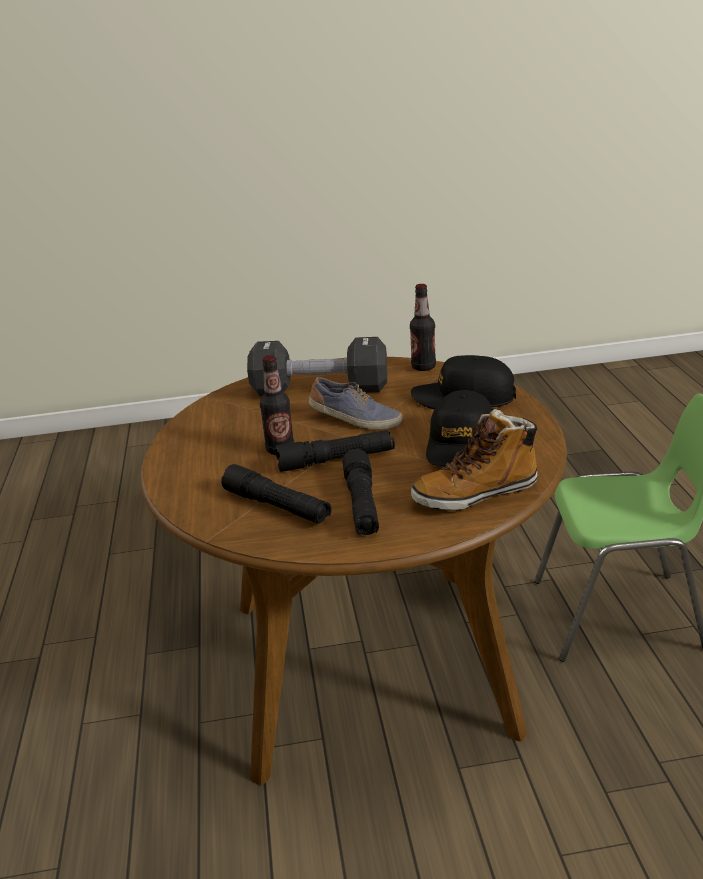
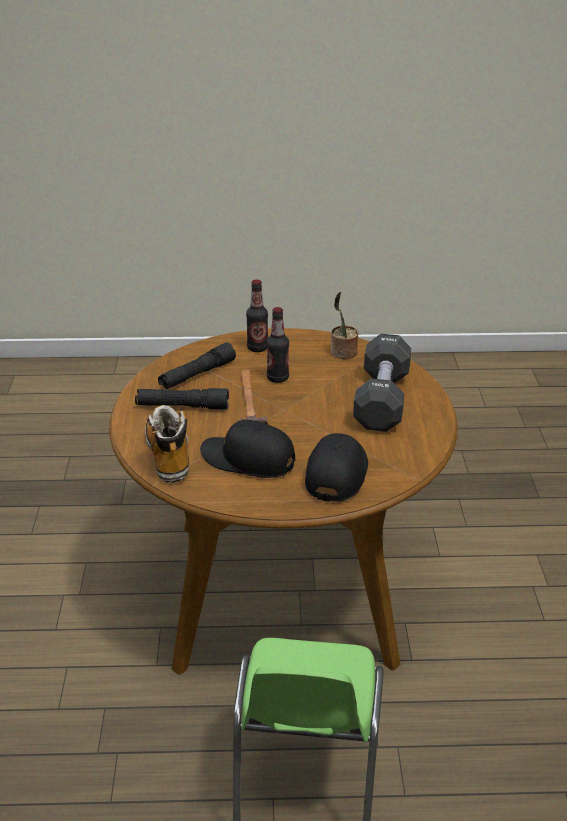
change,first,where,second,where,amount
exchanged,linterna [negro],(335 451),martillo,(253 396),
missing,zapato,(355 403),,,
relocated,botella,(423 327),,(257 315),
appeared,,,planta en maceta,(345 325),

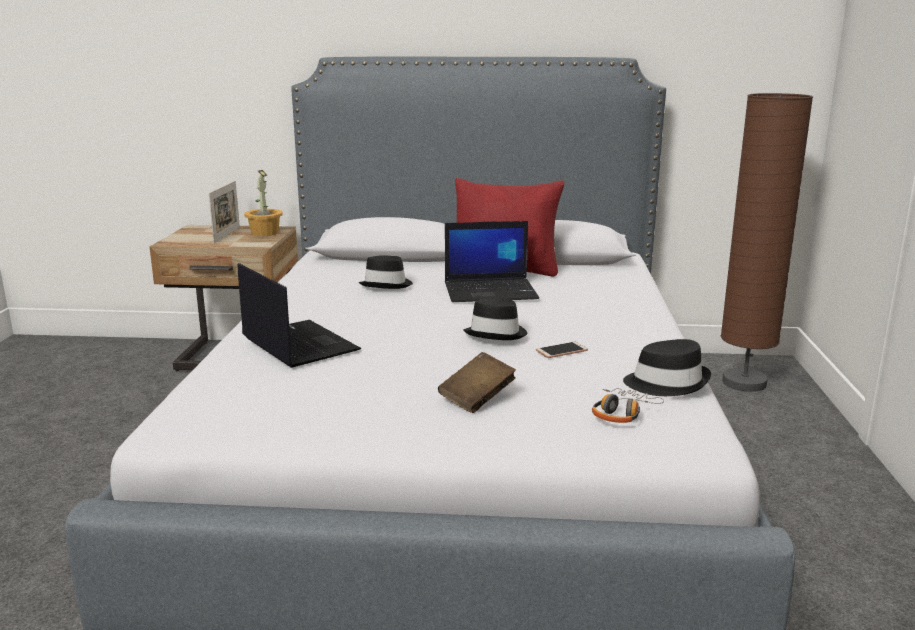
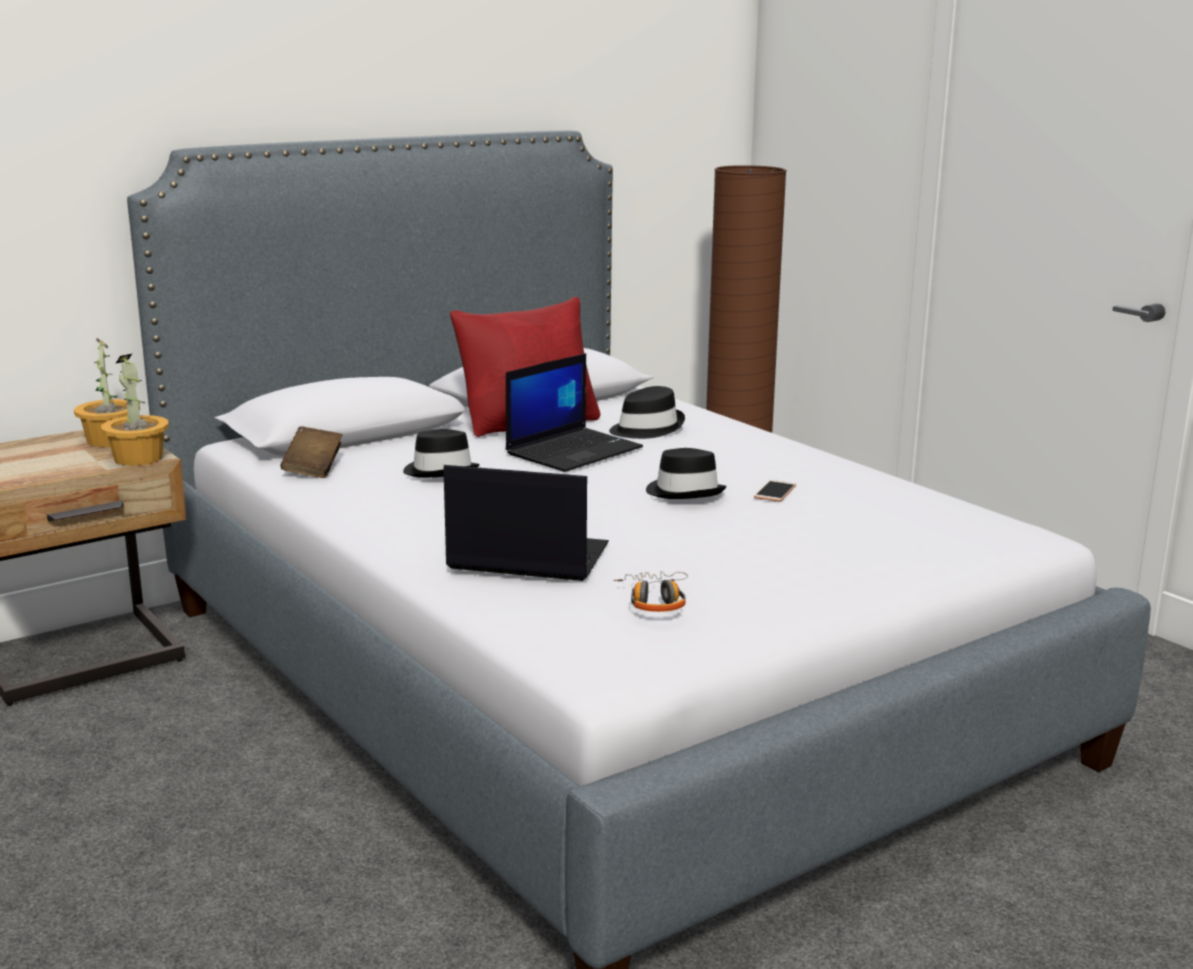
change,first,where,second,where,amount
missing,portarretratos,(224 212),,,
relocated,libro [marrón],(477 382),,(311 452),
relocated,auriculares,(628 405),,(650 591),
relocated,sombrero [negro],(667 367),,(647 412),
appeared,,,planta en maceta,(135 410),

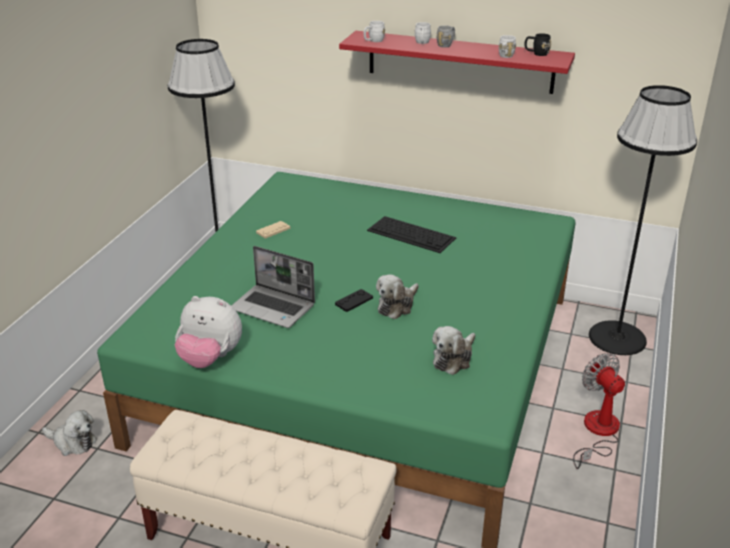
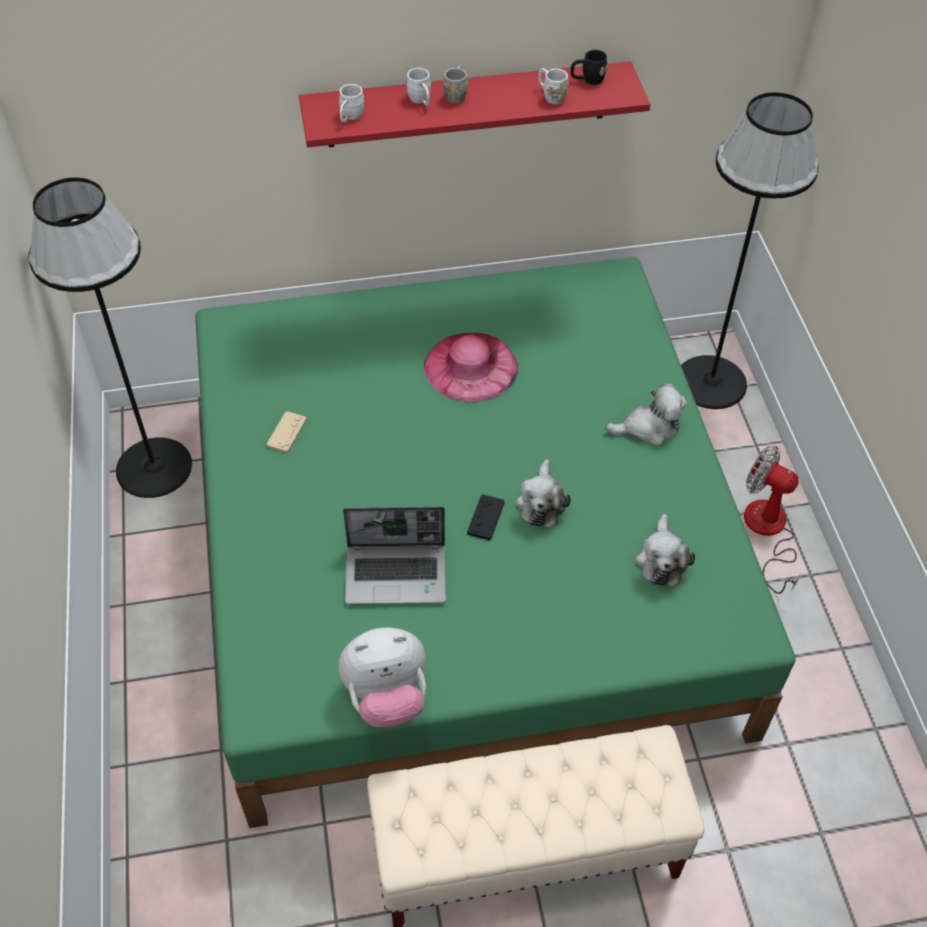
change,first,where,second,where,amount
relocated,peluche,(69 433),,(647 414),
exchanged,teclado,(412 234),sombrero [rosa],(471 368),

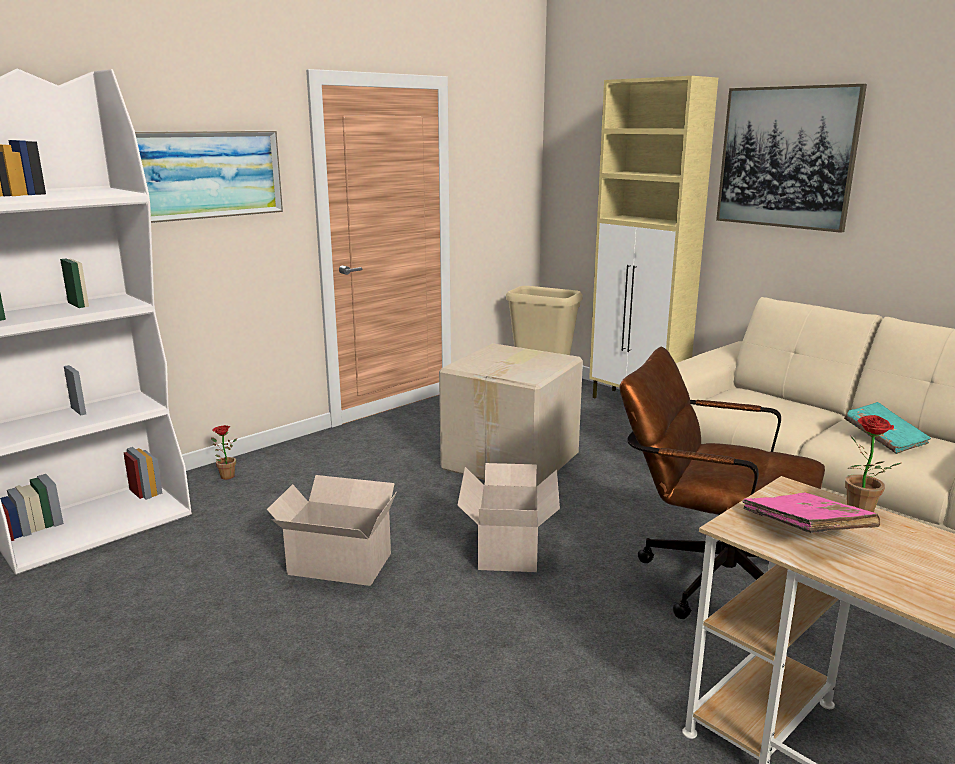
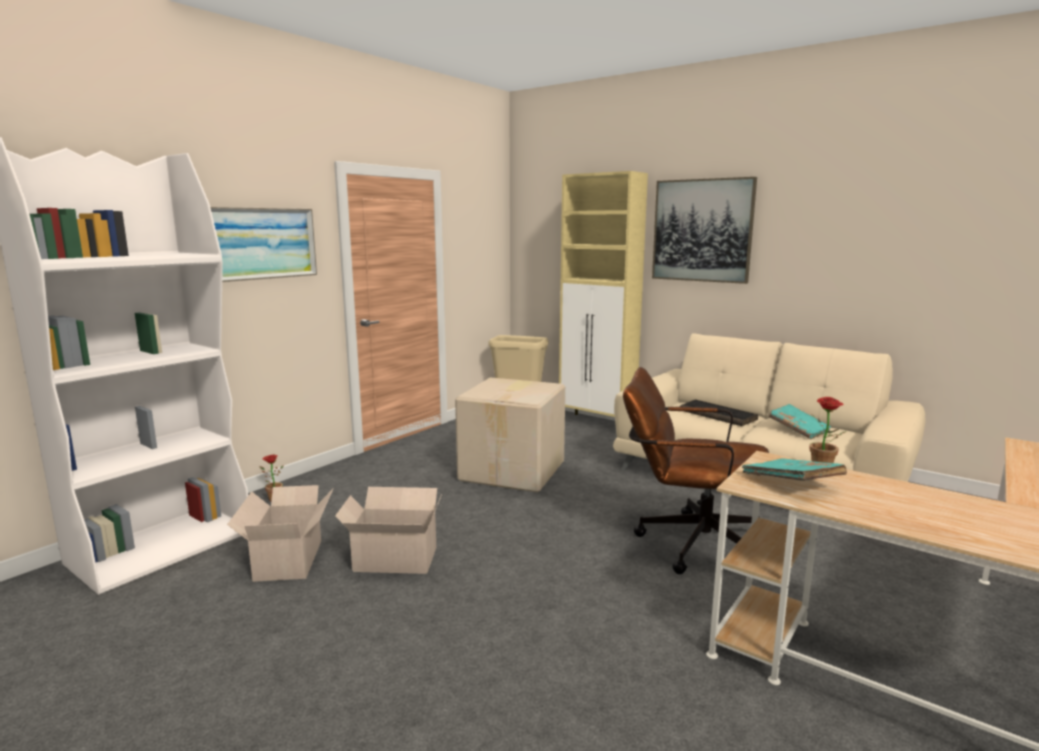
change,first,where,second,where,amount
relocated,caja de cartón,(509 517),,(280 533),
colour,libro [rosa],(811 513),libro [turquesa],(794 469),
appeared,,,teclado,(719 412),

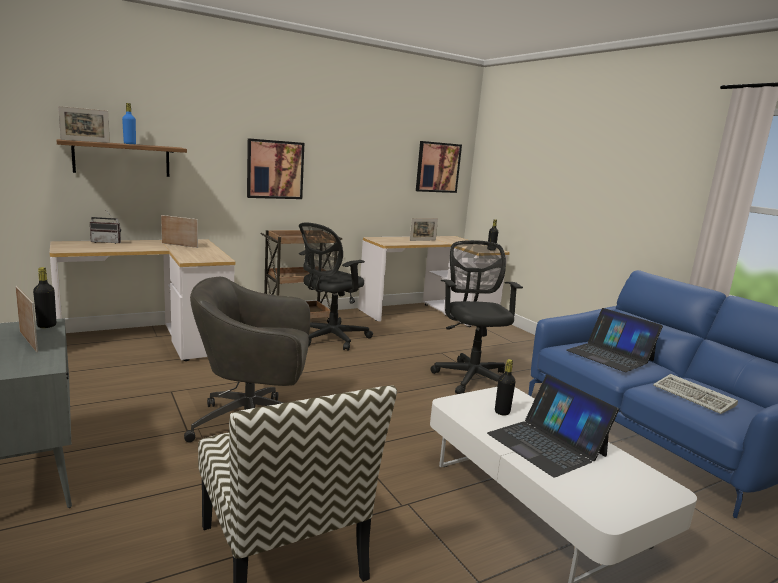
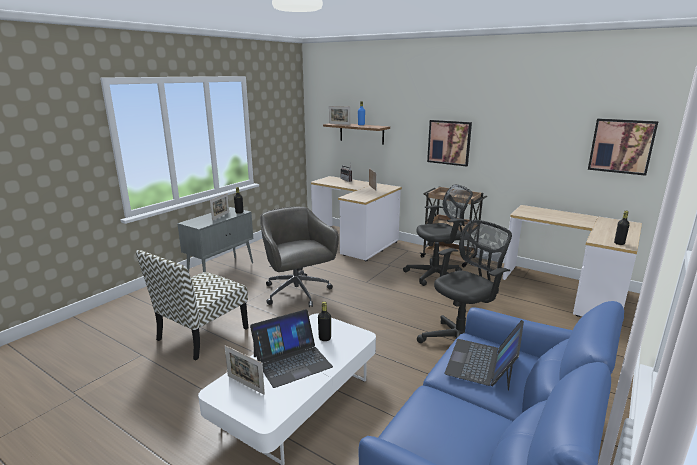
change,first,where,second,where,amount
spun,silla de oficina [negro],(336 286),,(438 235),150 degrees clockwise
relocated,portarretratos,(424 229),,(245 370),
spun,portátil,(553 426),,(291 348),150 degrees counterclockwise
missing,teclado,(695 394),,,

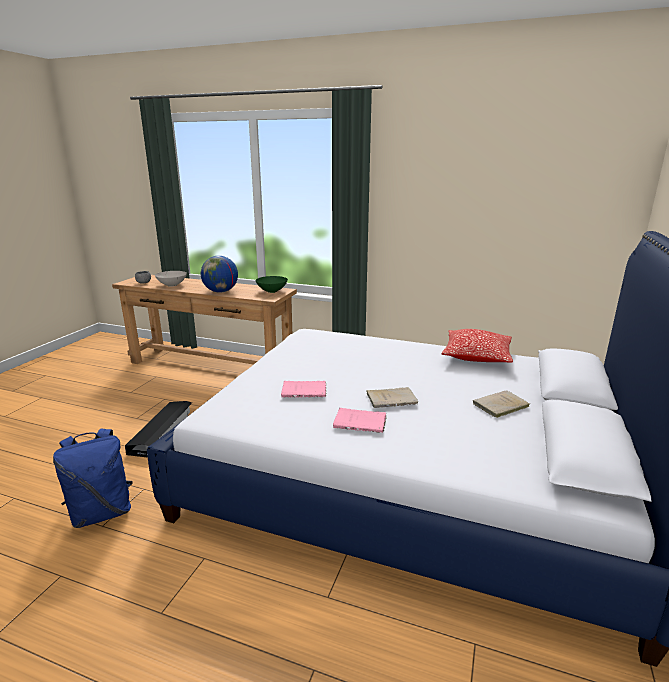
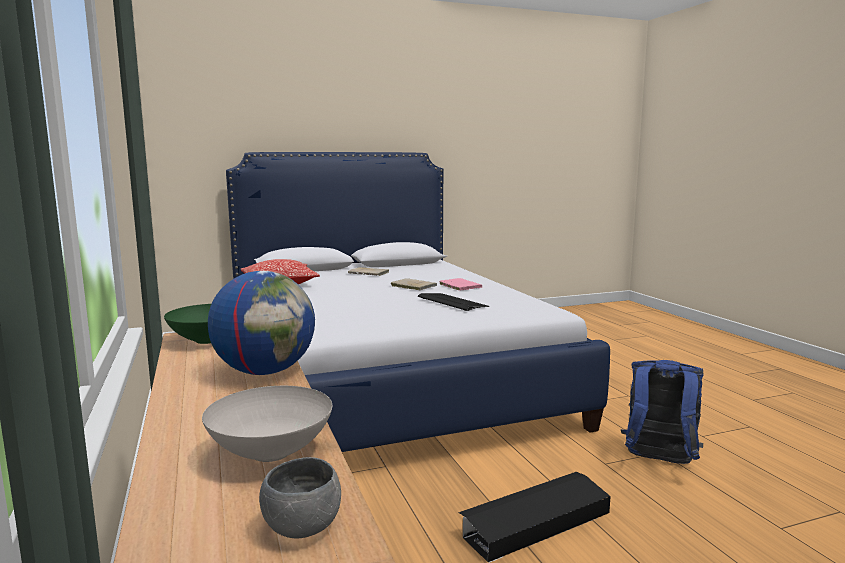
change,first,where,second,where,amount
exchanged,libro [rosa],(303 389),teclado,(453 302),

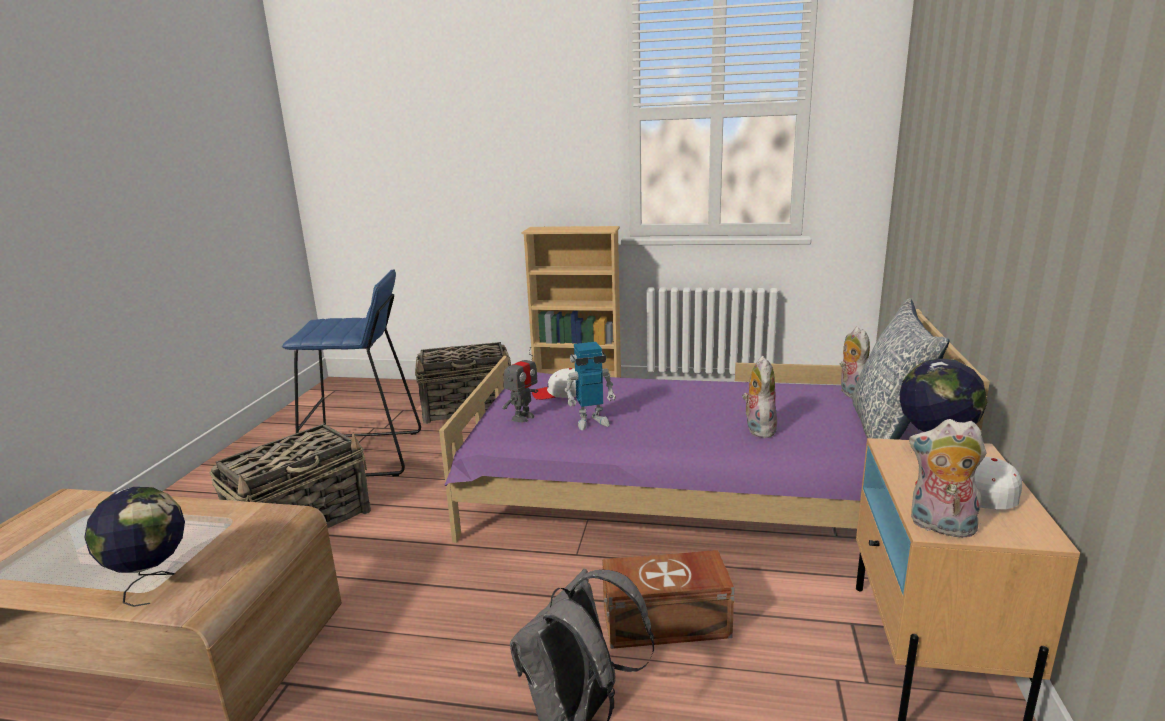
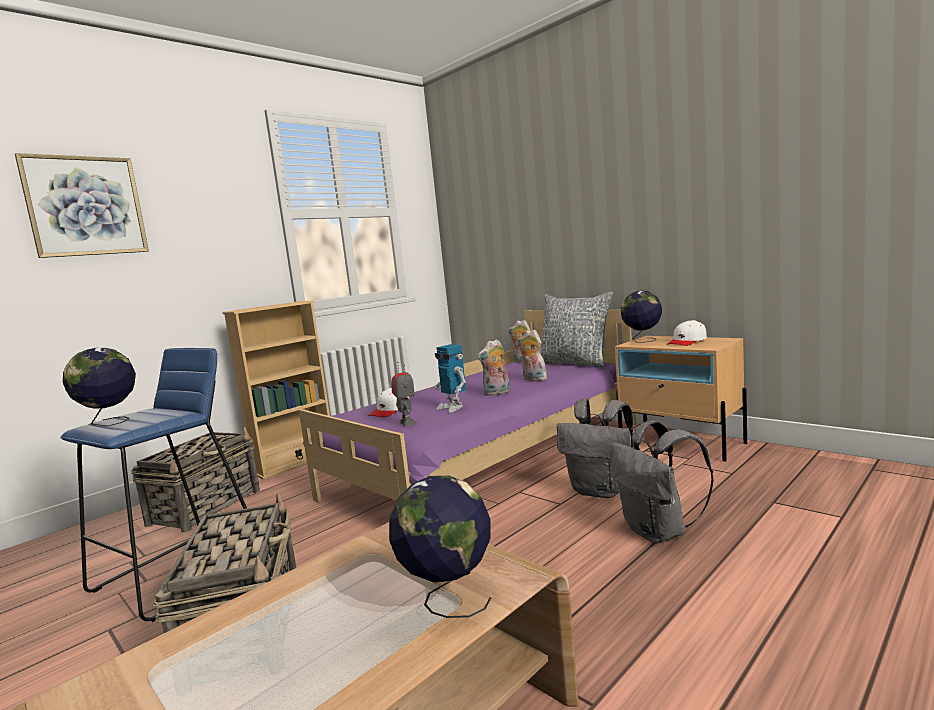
change,first,where,second,where,amount
spun,robot de juguete,(590 386),,(450 378),120 degrees clockwise
exchanged,caja de almacenaje [marrón],(668 599),mochila [gris],(595 448),
relocated,peluche,(947 479),,(493 367),
appeared,,,cuadro,(82 205),
appeared,,,globo terráqueo,(99 387),

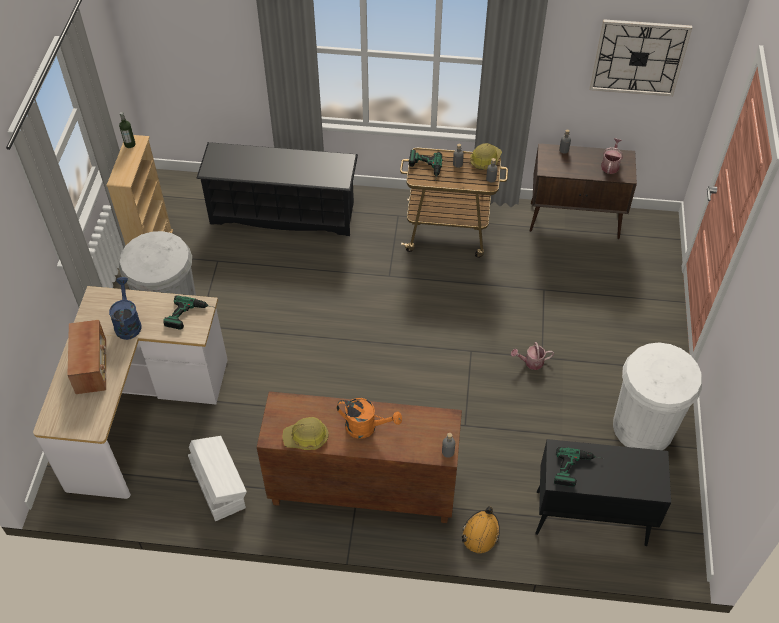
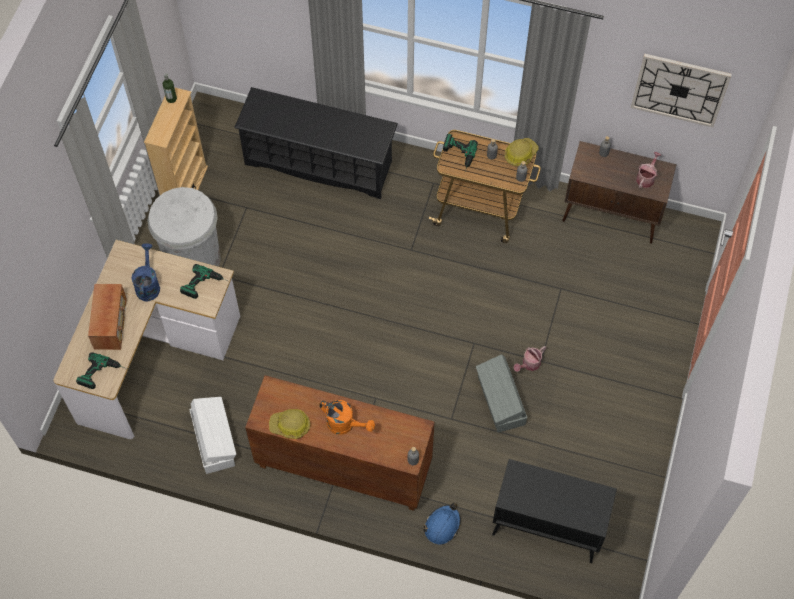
change,first,where,second,where,amount
colour,casco [naranja],(480 529),casco [azul],(442 523),
spun,regadera,(532 356),,(530 359),45 degrees counterclockwise
relocated,taladro,(579 467),,(101 370),
missing,papelera [blanco],(657 396),,,
appeared,,,caja de almacenaje [gris],(501 393),

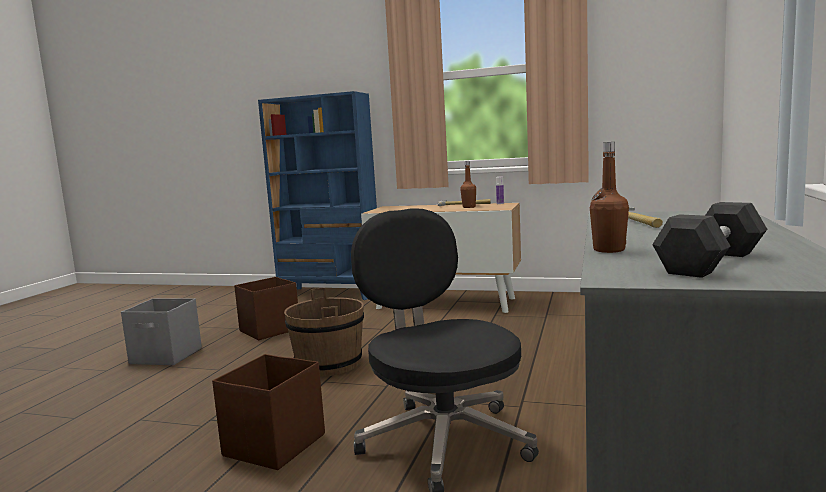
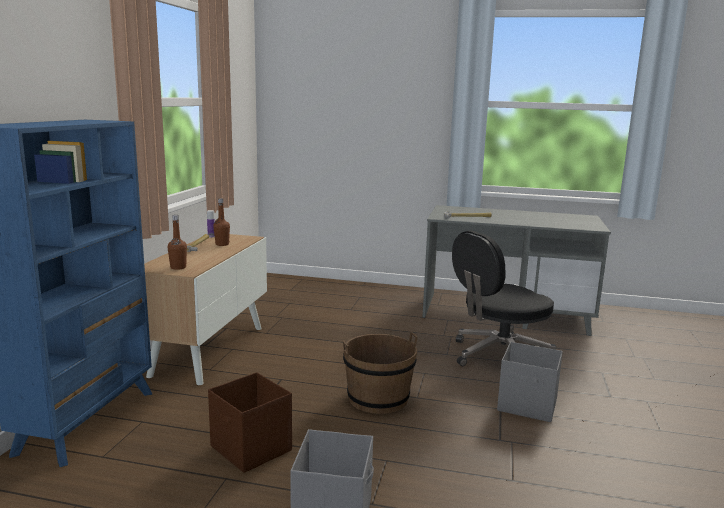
change,first,where,second,where,amount
colour,caja de almacenaje [marrón],(268 412),caja de almacenaje [gris],(530 382),
relocated,botella [marrón],(609 197),,(177 242),
missing,mancuerna [negro],(709 240),,,

